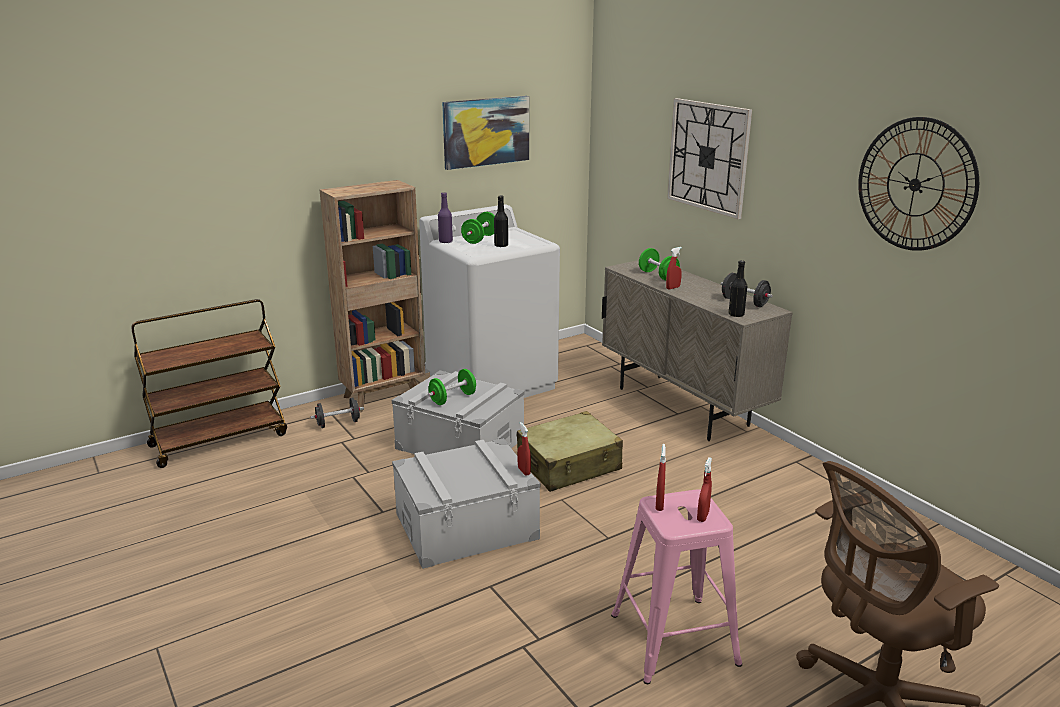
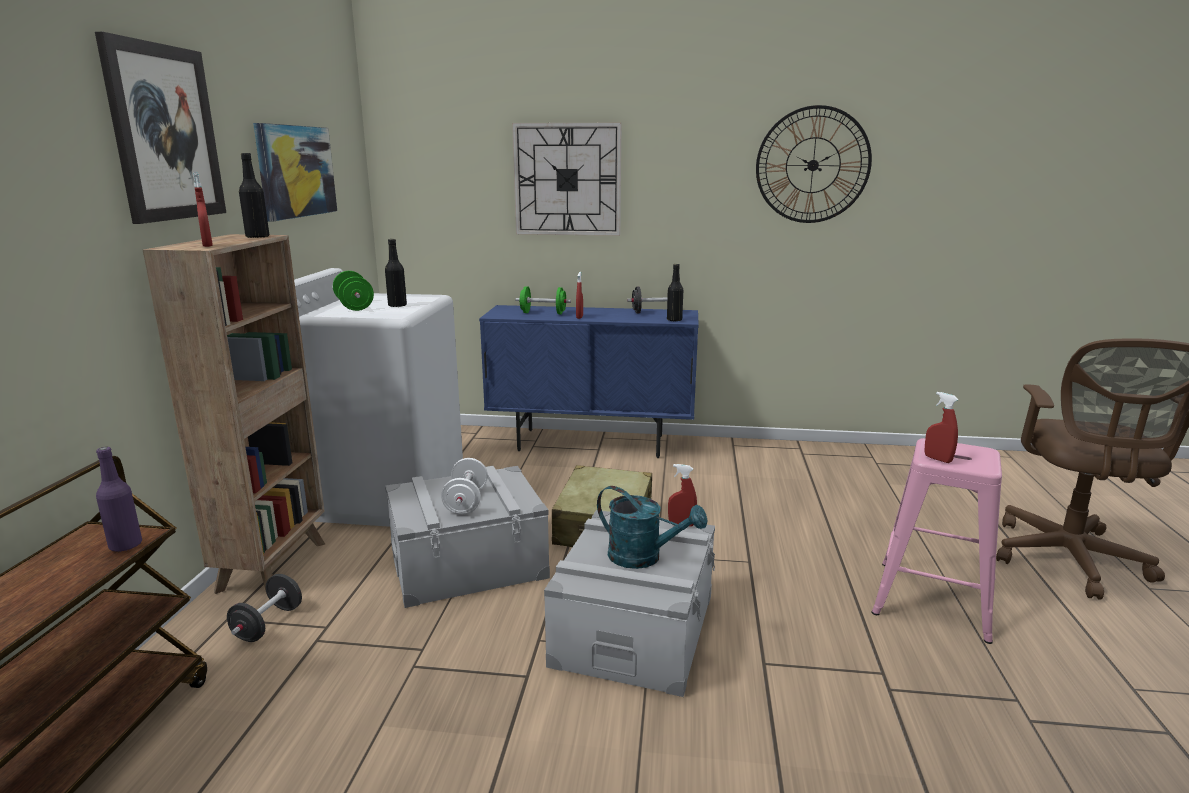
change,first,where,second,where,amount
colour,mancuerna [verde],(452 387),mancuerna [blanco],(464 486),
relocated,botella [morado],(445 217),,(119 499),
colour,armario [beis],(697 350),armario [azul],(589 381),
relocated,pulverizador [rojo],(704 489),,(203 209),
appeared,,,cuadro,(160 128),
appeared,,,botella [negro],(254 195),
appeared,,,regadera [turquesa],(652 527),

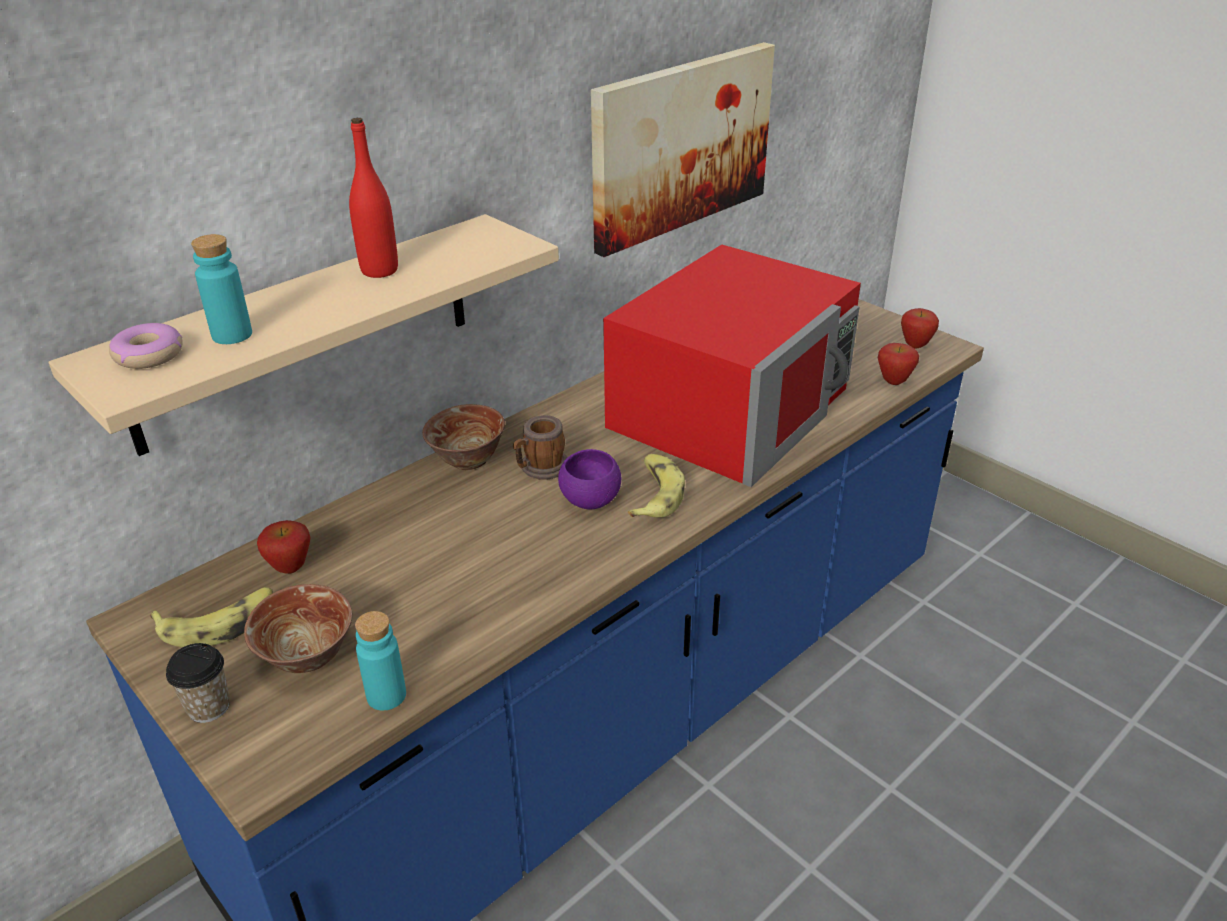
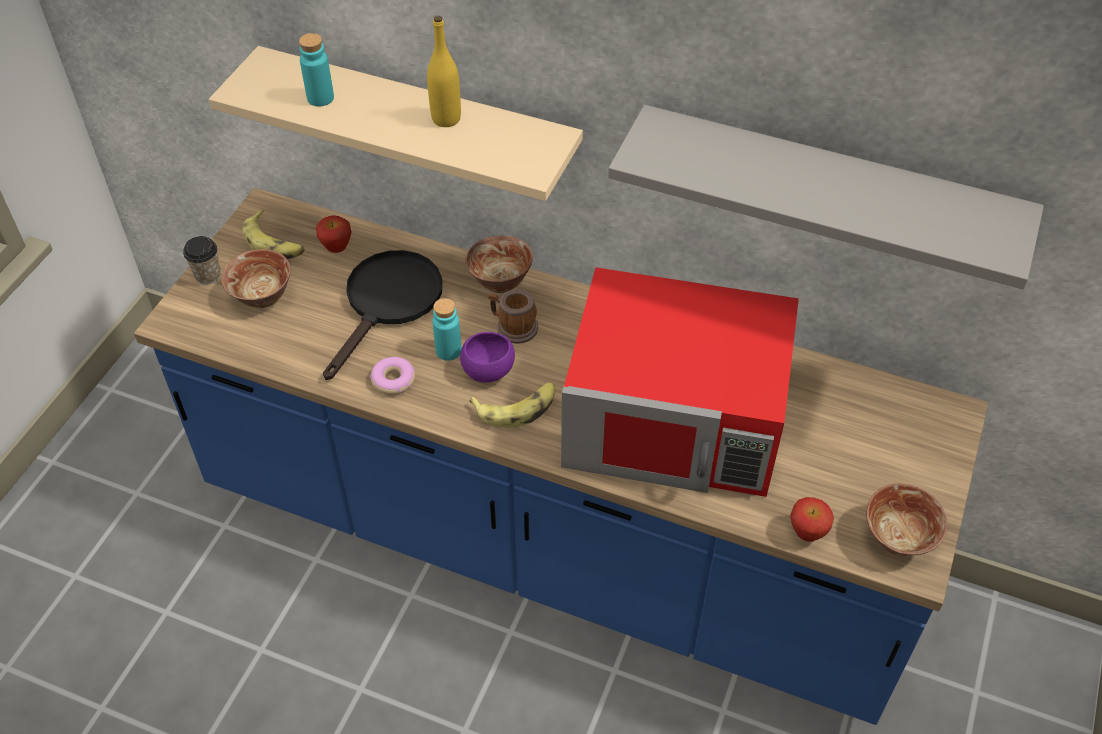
change,first,where,second,where,amount
relocated,rosquilla,(146 346),,(392 376),
colour,botella [rojo],(373 198),botella [amarillo],(444 71),
relocated,botella [turquesa],(380 661),,(446 329),
exchanged,cuadro,(683 149),estante [gris],(826 197),
exchanged,manzana,(920 328),cuenco,(907 520),
appeared,,,sartén [negro],(382 315),

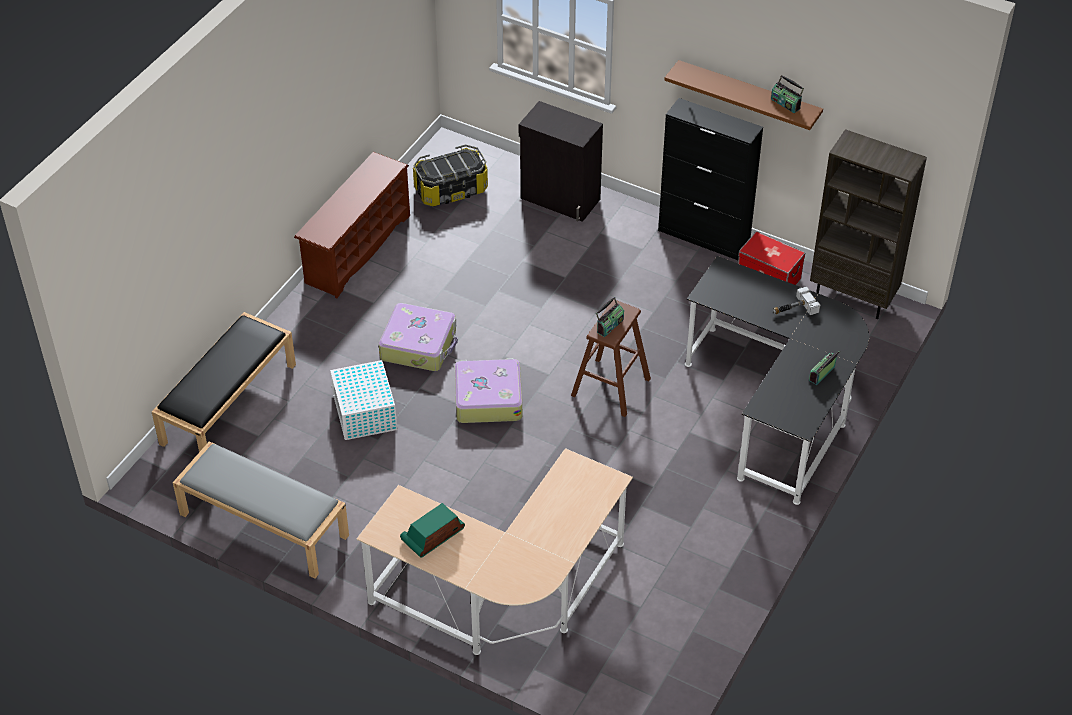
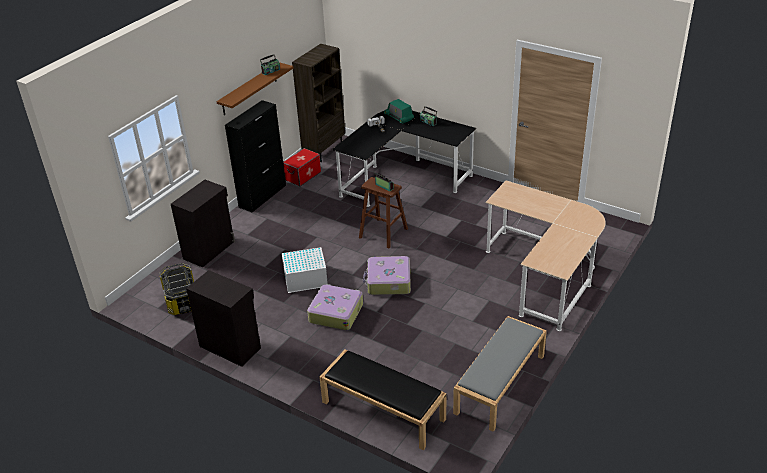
change,first,where,second,where,amount
exchanged,zapatero [marrón],(352 225),armario [negro],(223 318),
relocated,caja de almacenaje [blanco],(363 400),,(305 270),
relocated,radio,(432 530),,(399 111),

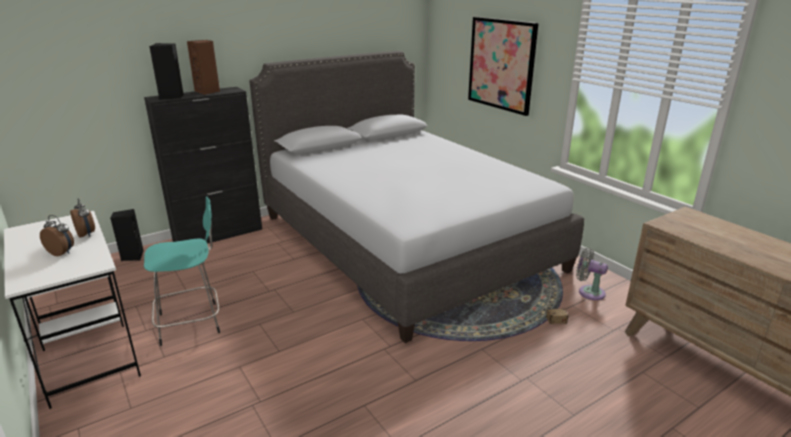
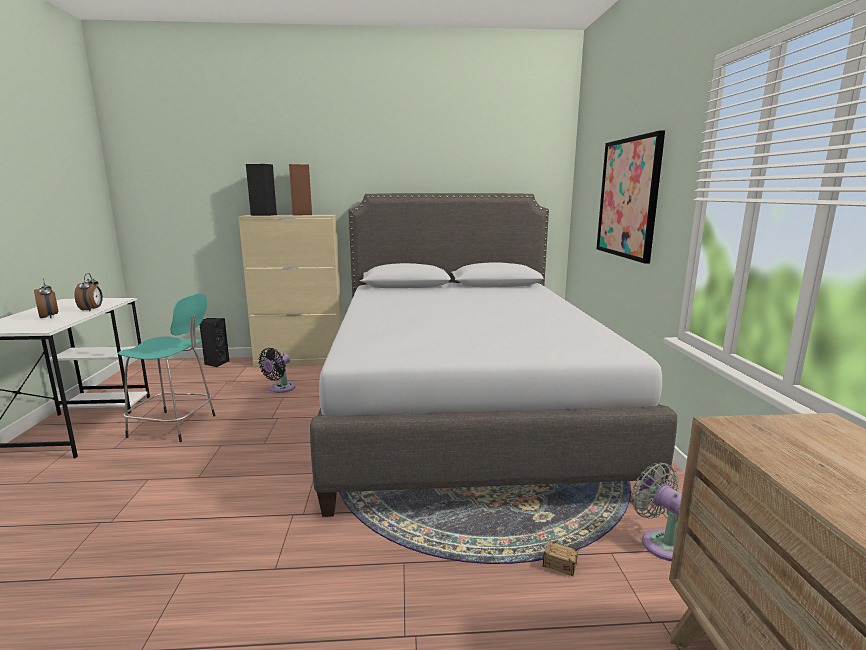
change,first,where,second,where,amount
colour,armario [negro],(203 165),armario [beis],(290 291),
appeared,,,ventilador [negro],(277 370),

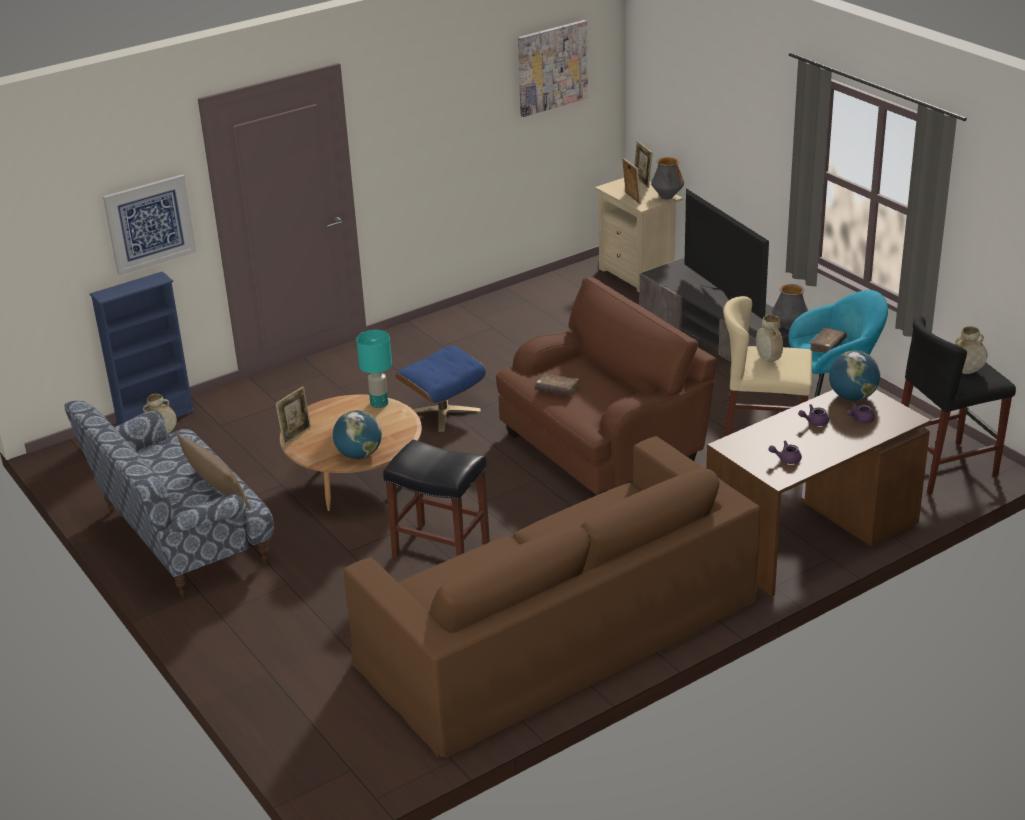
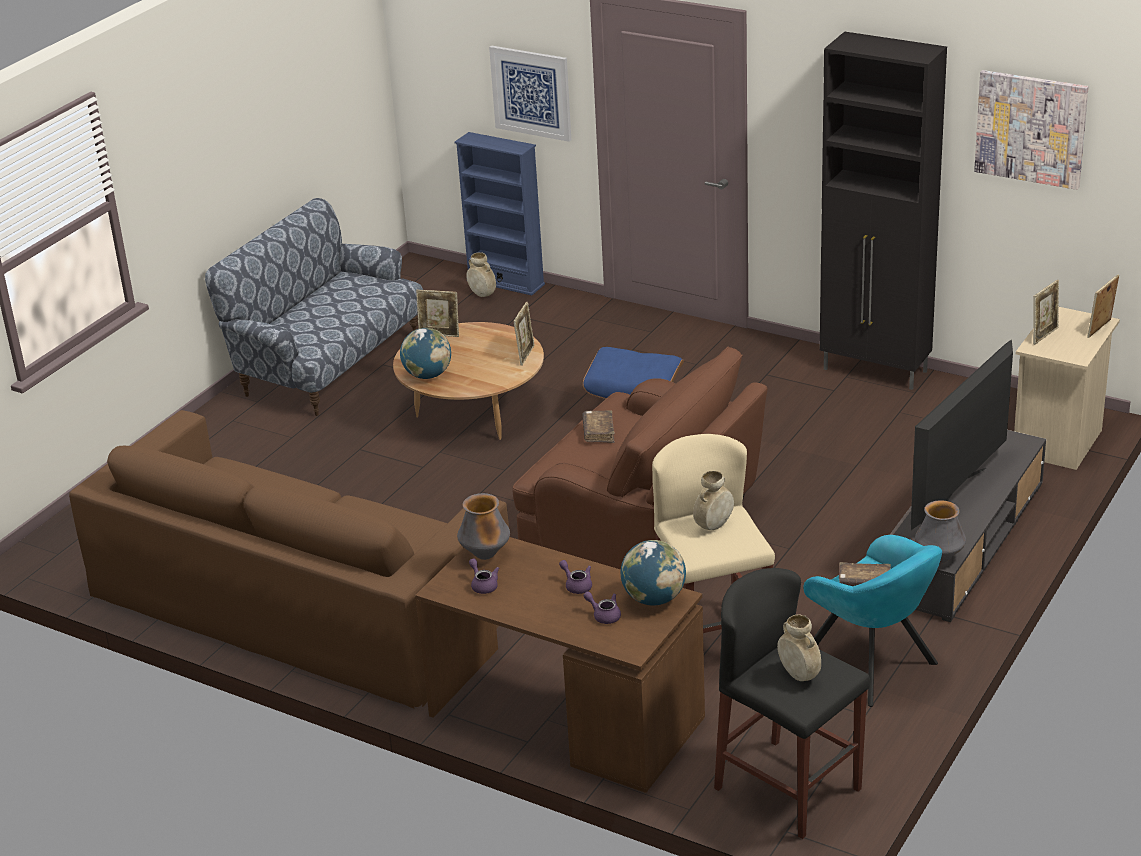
change,first,where,second,where,amount
missing,cojín [marrón],(214 471),,,
exchanged,lámpara de mesa [turquesa],(374 369),portarretratos,(524 334),
missing,taburete [negro],(436 498),,,
relocated,florero,(667 178),,(483 526),
appeared,,,armario [negro],(883 211),

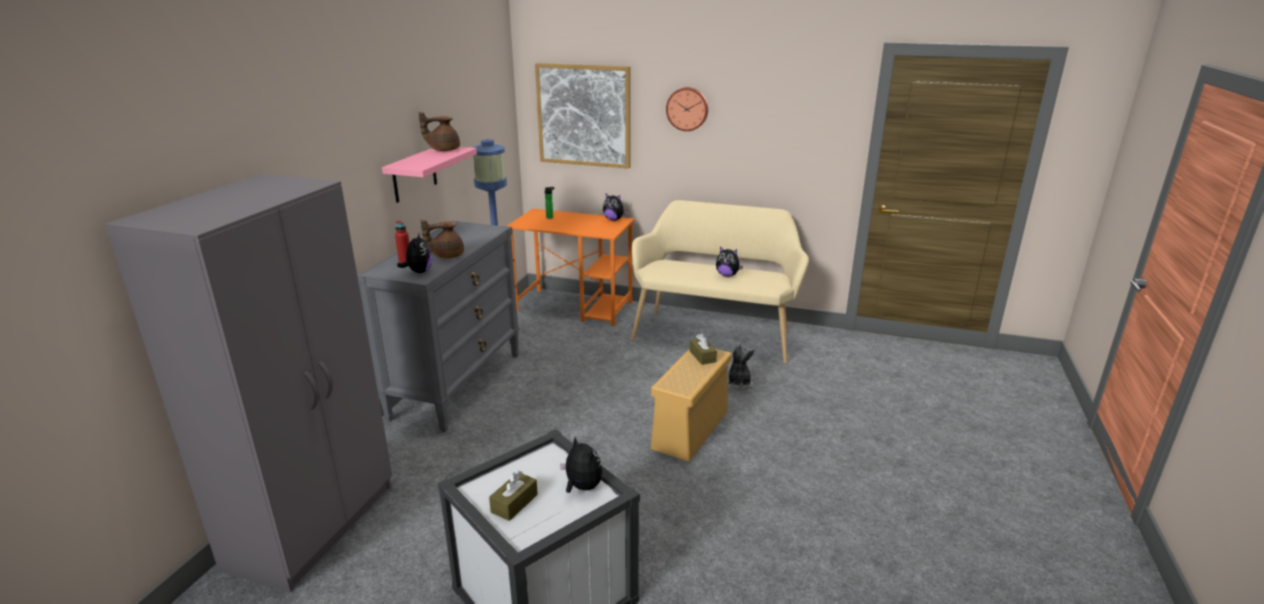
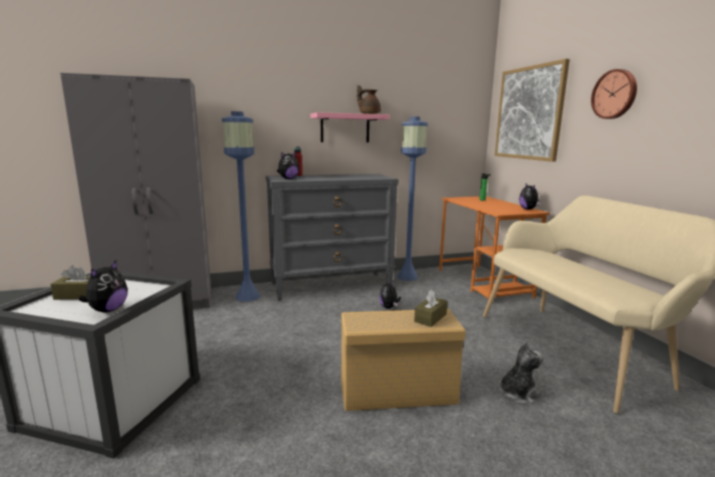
change,first,where,second,where,amount
missing,tetera [marrón],(442 238),,,
relocated,peluche,(729 262),,(390 294),
appeared,,,lámpara de pie [azul],(241 206),

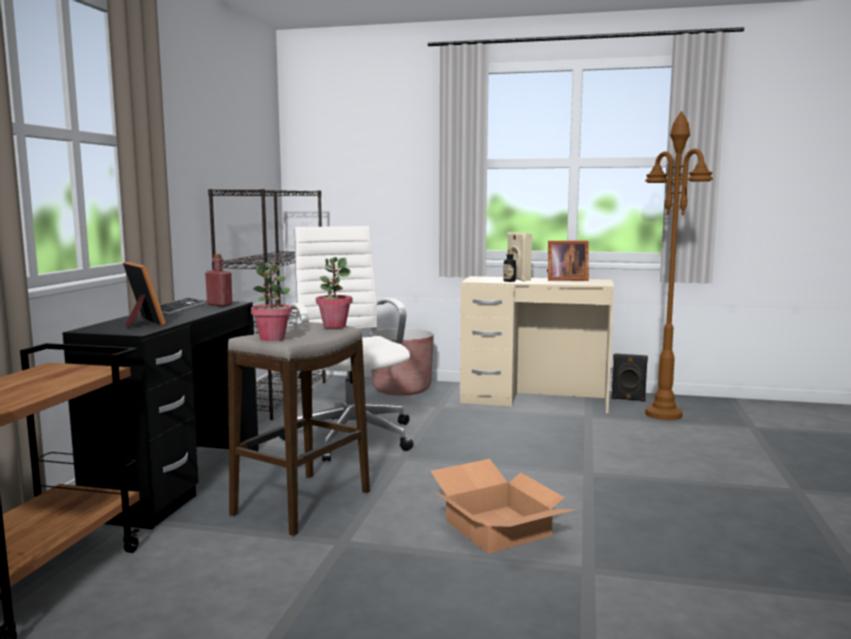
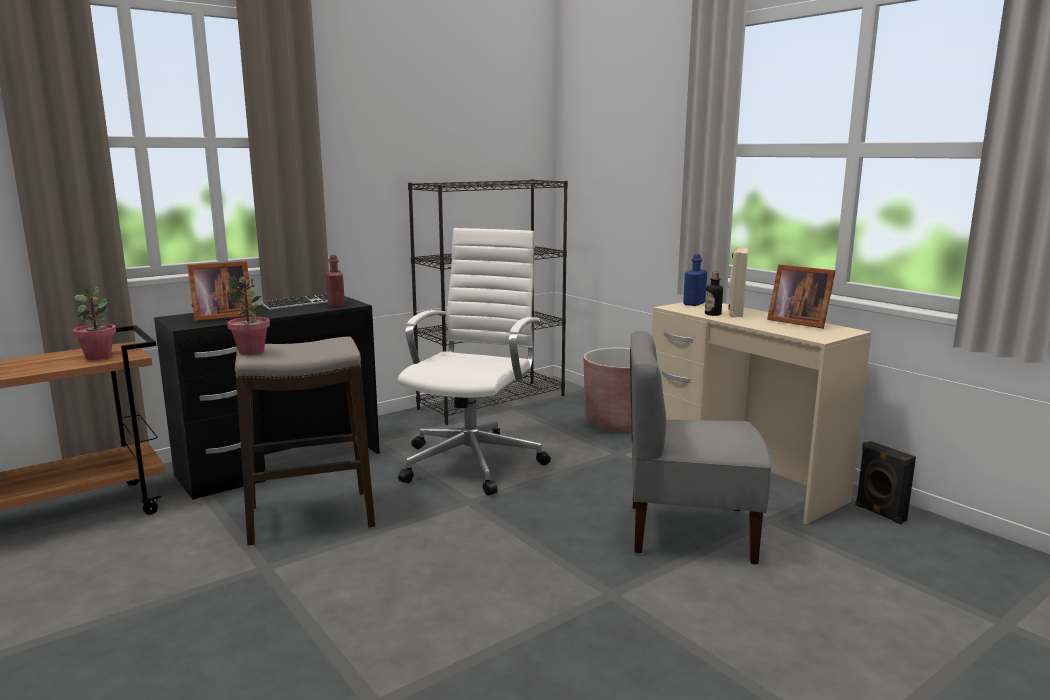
change,first,where,second,where,amount
spun,portarretratos,(144 295),,(220 291),60 degrees clockwise
relocated,planta en maceta,(334 292),,(94 323),
missing,caja de cartón,(503 506),,,
missing,lámpara de pie [marrón],(679 265),,,
appeared,,,silla [gris],(701 448),
appeared,,,botella [azul],(695 280),

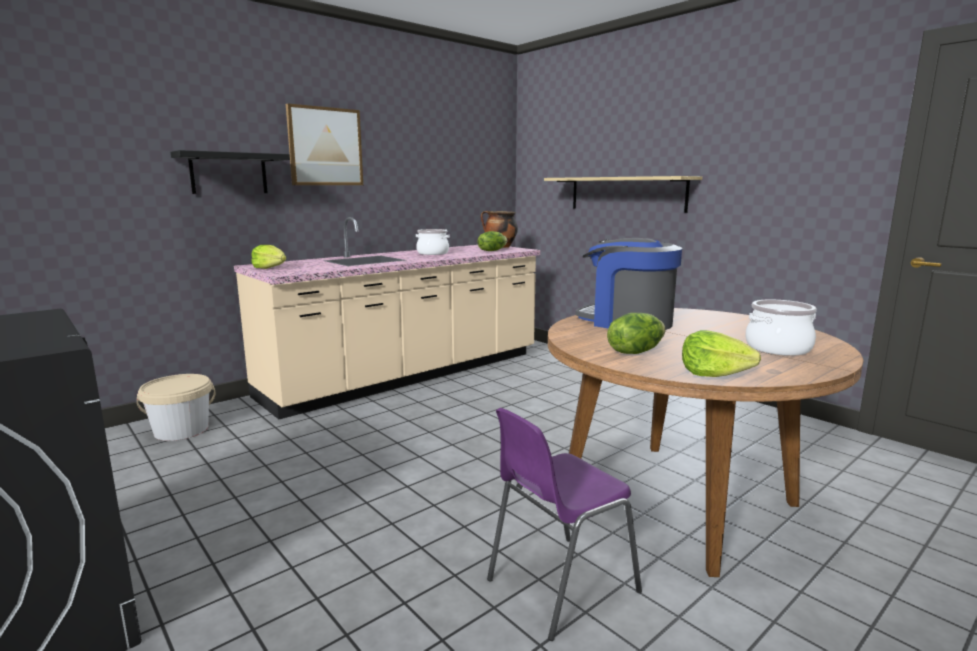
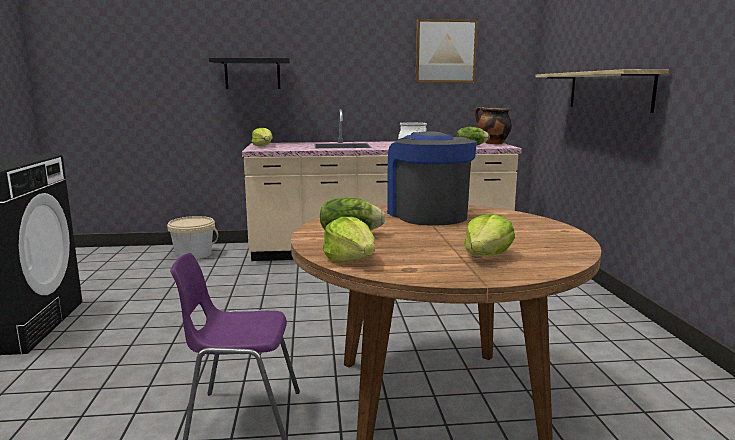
change,first,where,second,where,amount
relocated,cuadro,(324 144),,(447 50),
exchanged,olla,(781 328),lechuga,(489 235),

